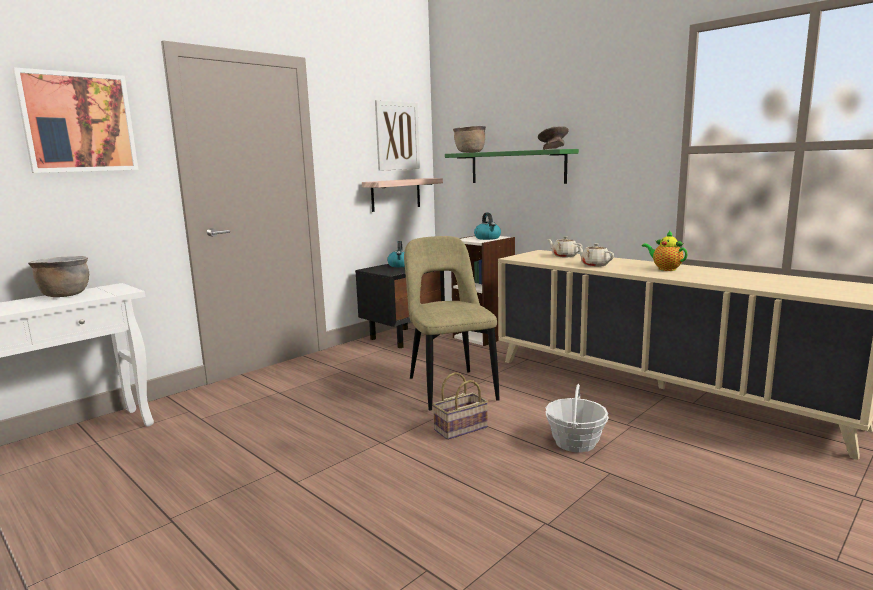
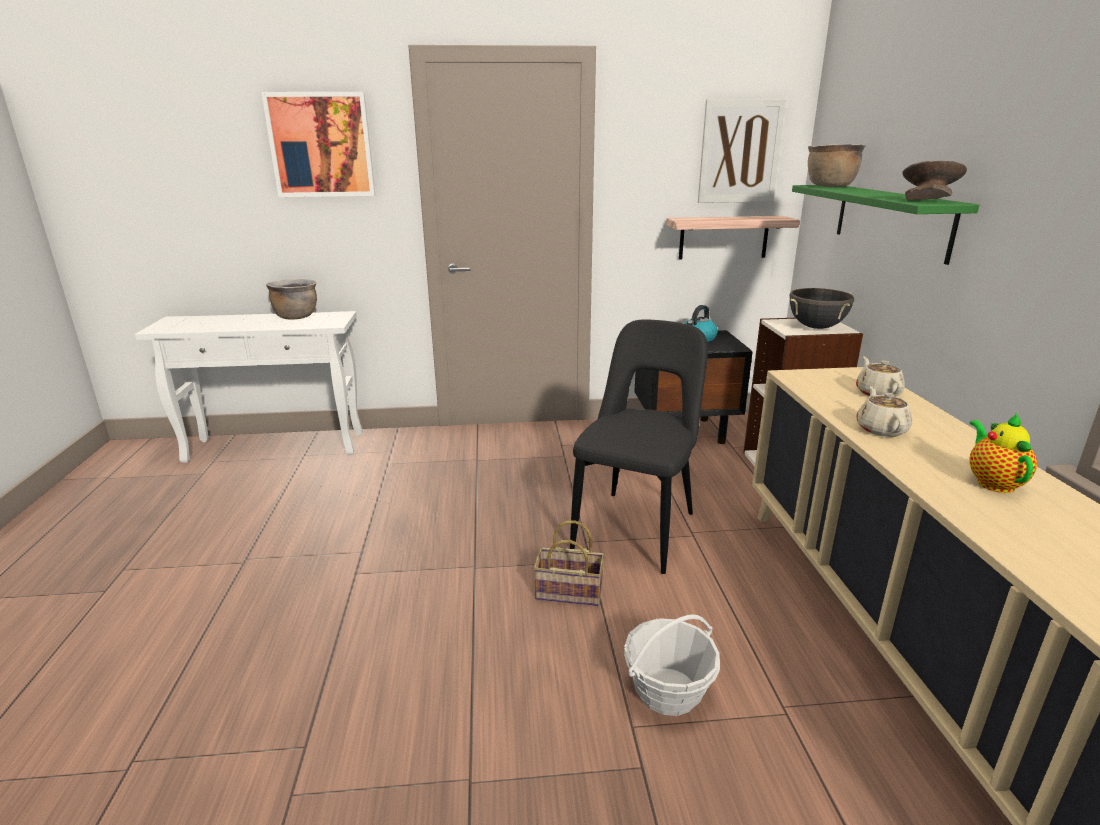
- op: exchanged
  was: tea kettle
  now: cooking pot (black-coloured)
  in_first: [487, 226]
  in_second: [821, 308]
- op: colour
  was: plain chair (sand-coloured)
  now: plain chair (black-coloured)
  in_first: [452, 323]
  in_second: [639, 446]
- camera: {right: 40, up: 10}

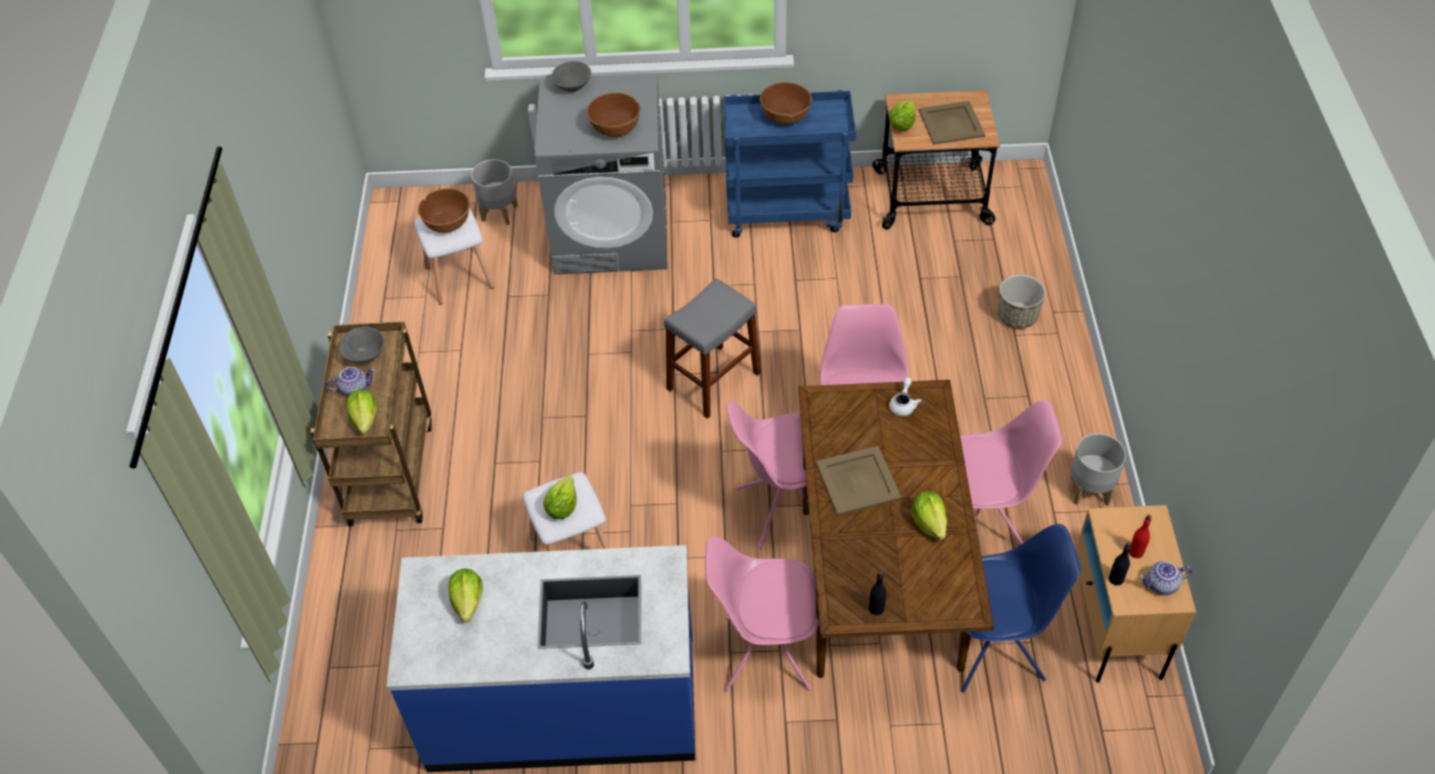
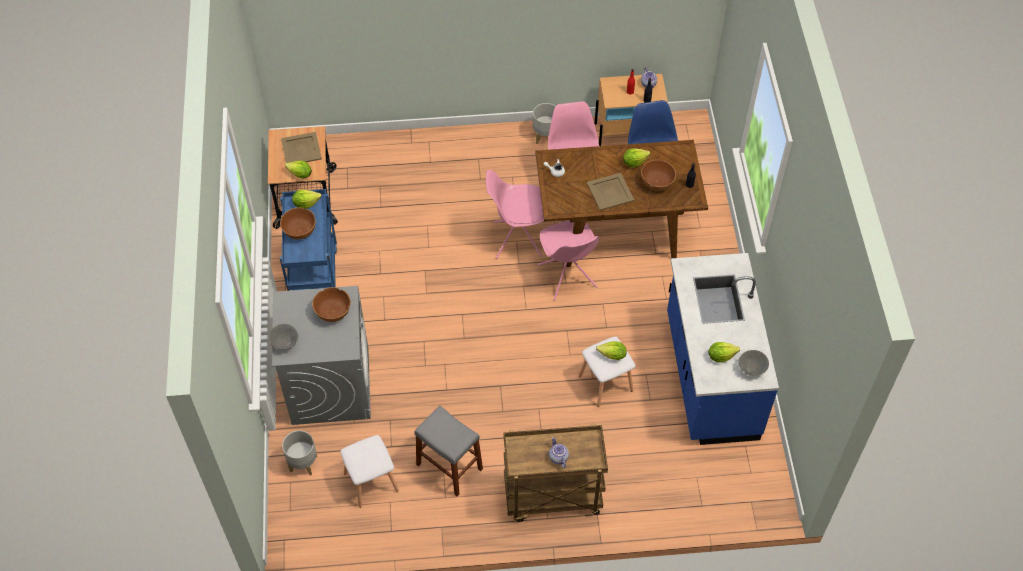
- op: relocated
  was: serving bowl (brownish)
  in_first: [444, 210]
  in_second: [658, 175]
- op: missing
  was: flower pot
  in_first: [1022, 301]
- op: relocated
  was: stool seat (gray)
  in_first: [712, 348]
  in_second: [448, 451]
- op: relocated
  was: serving bowl (gray)
  in_first: [362, 345]
  in_second: [753, 363]
- op: relocated
  was: lettuce
  in_first: [361, 411]
  in_second: [307, 199]
- op: missing
  was: plain chair (pink)
  in_first: [762, 614]
- camera: {right: -95, up: 5}

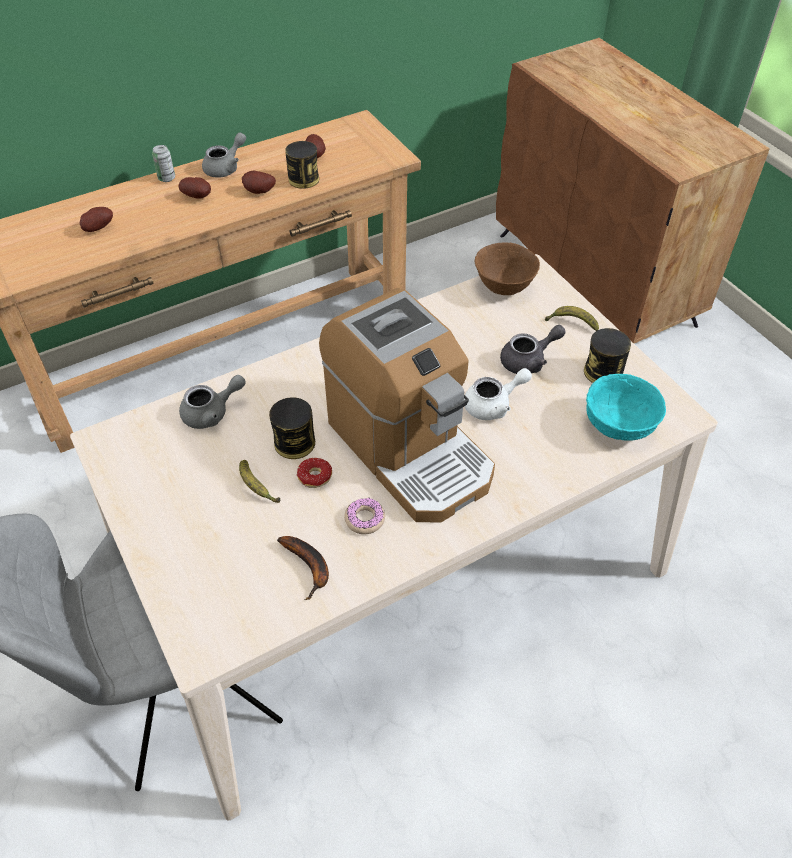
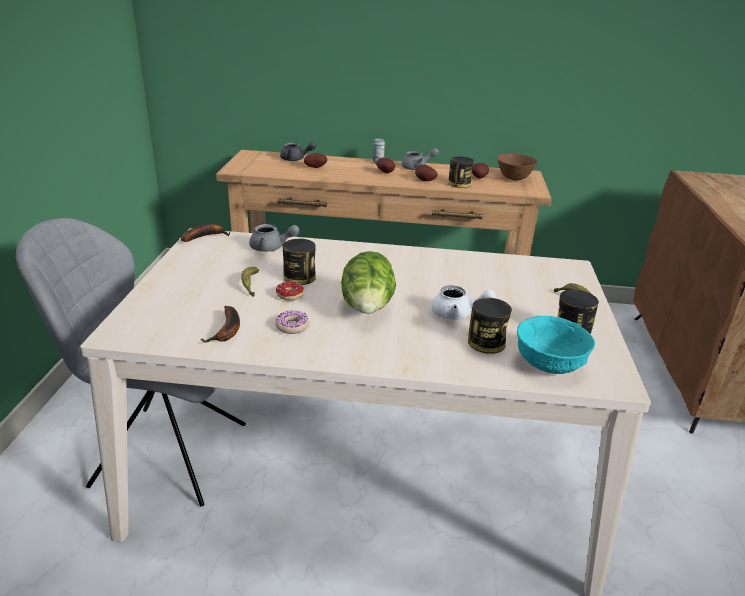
- op: relocated
  was: serving bowl (brownish)
  in_first: [507, 268]
  in_second: [517, 167]
- op: exchanged
  was: coffee maker
  now: lettuce
  in_first: [407, 405]
  in_second: [368, 282]
- op: relocated
  was: pot for tea (gray)
  in_first: [532, 349]
  in_second: [298, 151]
- op: appeared
  now: banana fruit
  in_second: [205, 233]
- op: appeared
  now: metal can
  in_second: [490, 326]
- camera: {right: 35, up: -20}

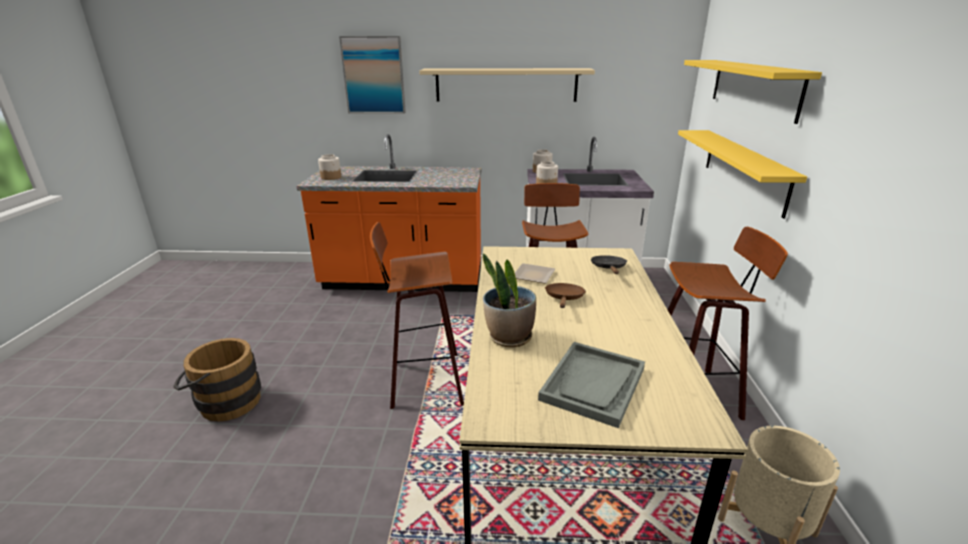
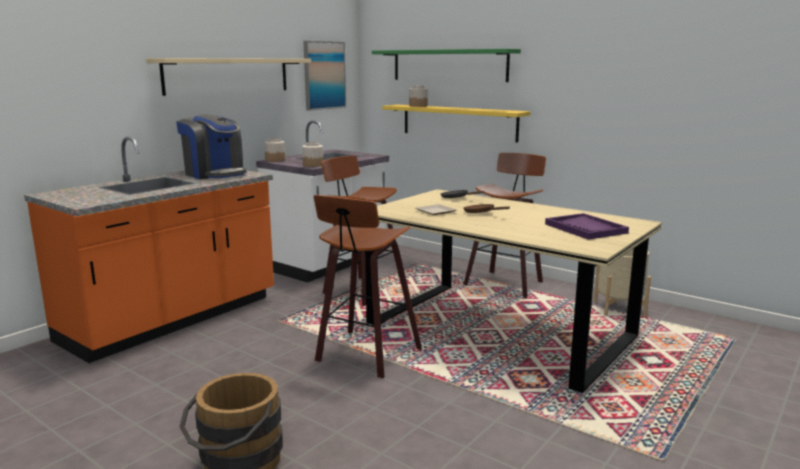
- op: relocated
  was: wall picture
  in_first: [372, 75]
  in_second: [324, 76]
- op: colour
  was: shelf (yellowish)
  now: shelf (greenish)
  in_first: [753, 92]
  in_second: [446, 65]
- op: relocated
  was: jar
  in_first: [329, 167]
  in_second: [418, 96]
- op: missing
  was: houseplant
  in_first: [509, 300]
- op: colour
  was: carrying tray (gray)
  now: carrying tray (purple)
  in_first: [591, 385]
  in_second: [587, 226]
- op: appeared
  now: coffee maker
  in_second: [211, 146]
- camera: {right: -55, up: -10}

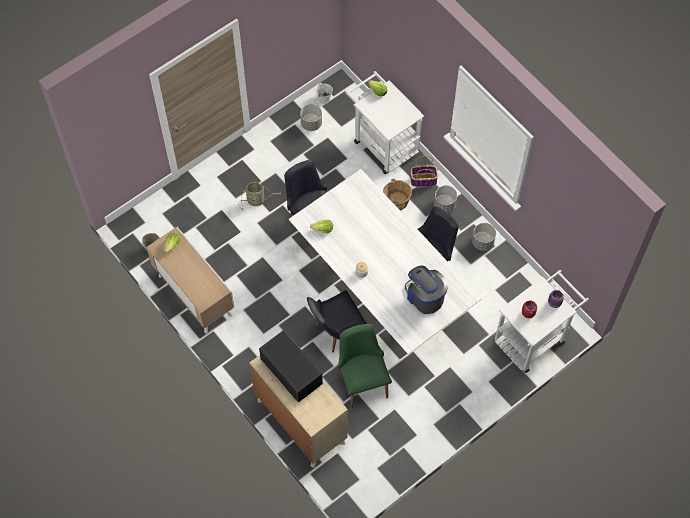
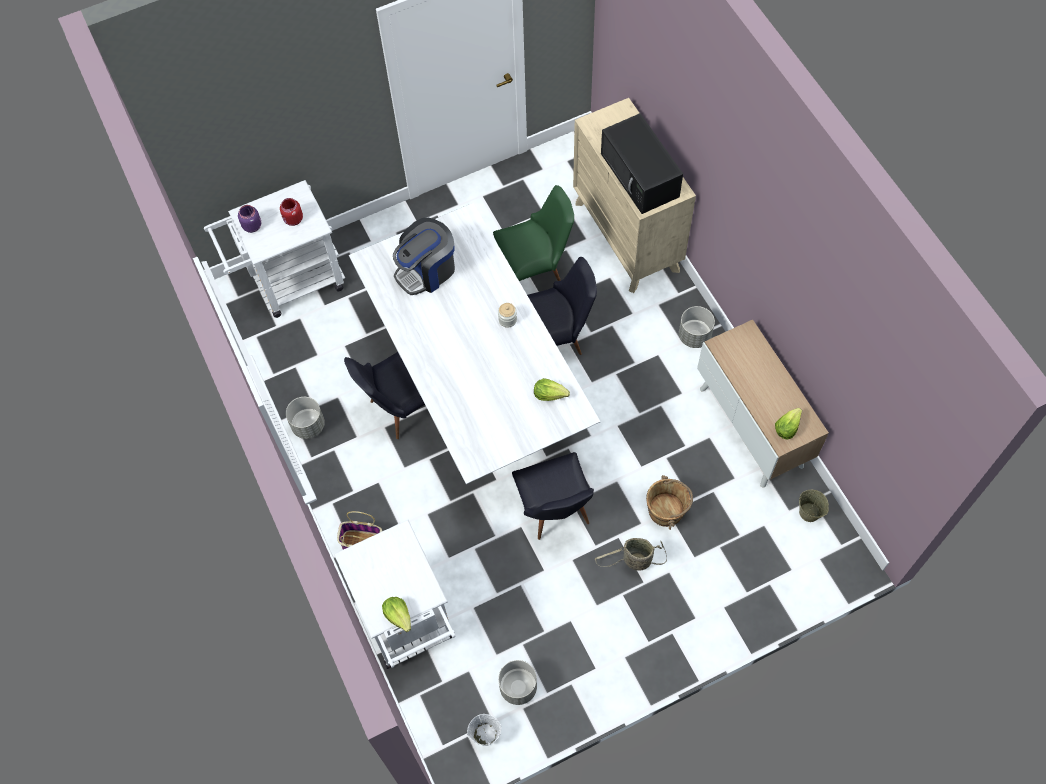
- op: relocated
  was: bucket (brownish)
  in_first: [397, 194]
  in_second: [669, 502]
- op: relocated
  was: flower pot (gray)
  in_first: [445, 199]
  in_second: [697, 327]
- op: spun
  was: coffee maker
  in_first: [426, 289]
  in_second: [424, 256]
  clockwise: 75
- op: spun
  was: plain chair (greenish)
  in_first: [365, 366]
  in_second: [533, 233]
  clockwise: -105
- camera: {right: -165, up: 0}

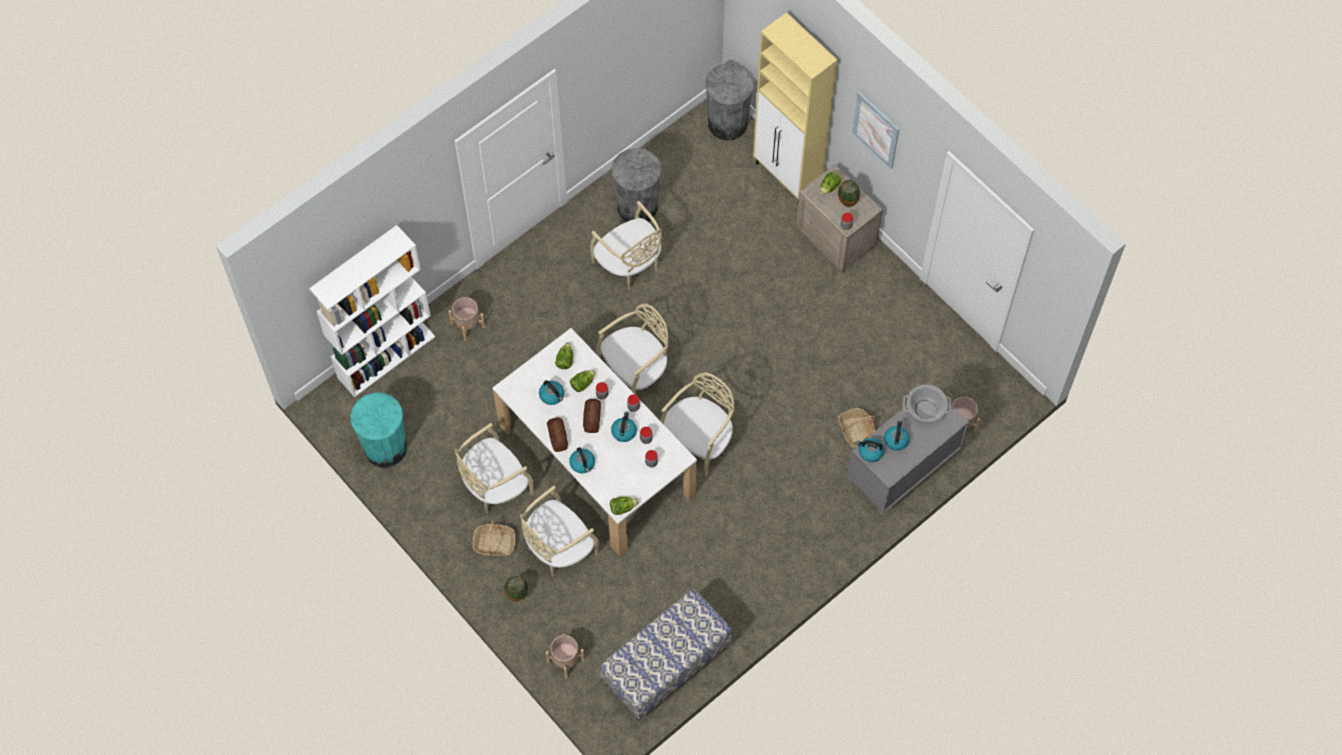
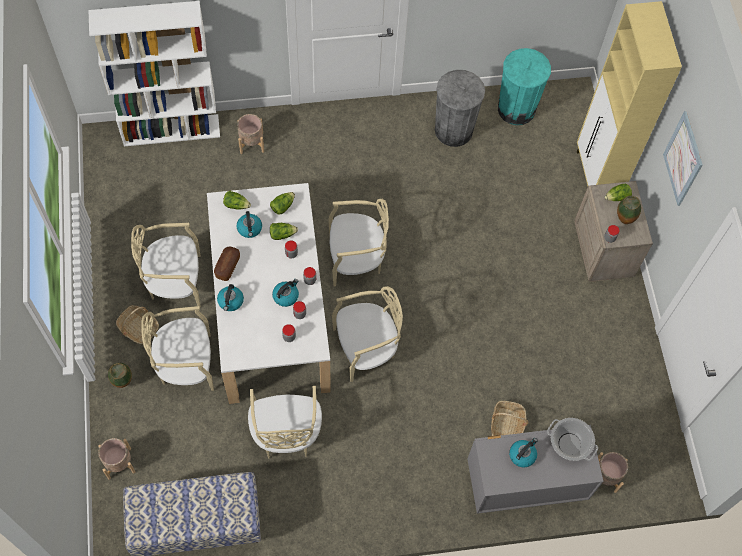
- op: missing
  was: rubbish bin (gray)
  in_first: [729, 102]
- op: relocated
  was: plain chair (sand-coloured)
  in_first: [626, 245]
  in_second: [285, 422]
- op: relocated
  was: rubbish bin (turquoise)
  in_first: [378, 430]
  in_second: [524, 86]
- op: missing
  was: bakery bread
  in_first: [592, 416]
- op: missing
  was: tea kettle
  in_first: [870, 450]
- op: relocated
  was: lettuce
  in_first: [624, 506]
  in_second: [237, 200]
- camera: {right: 30, up: 0}

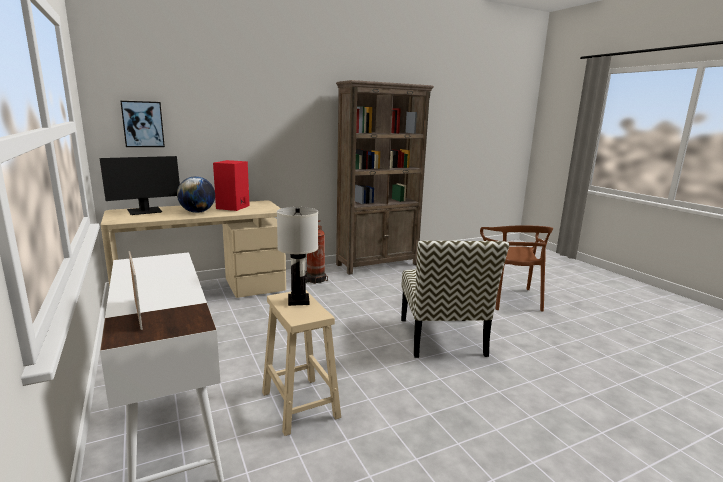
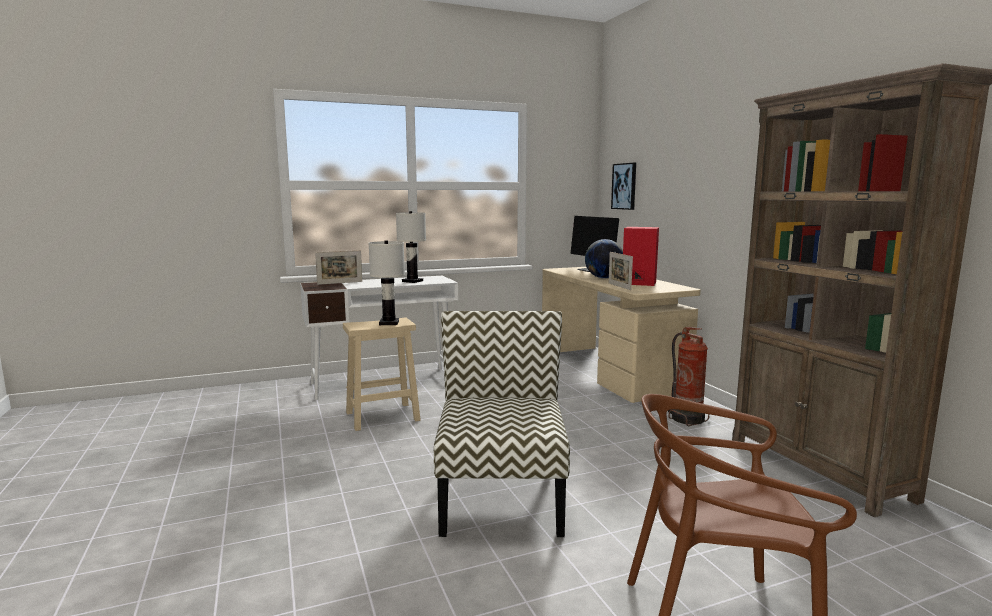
- op: spun
  was: plain chair
  in_first: [455, 299]
  in_second: [502, 424]
  clockwise: 90
- op: appeared
  now: tabletop lamp (white-coloured)
  in_second: [411, 247]
- op: appeared
  now: photo frame
  in_second: [621, 271]
- camera: {right: 95, up: -5}

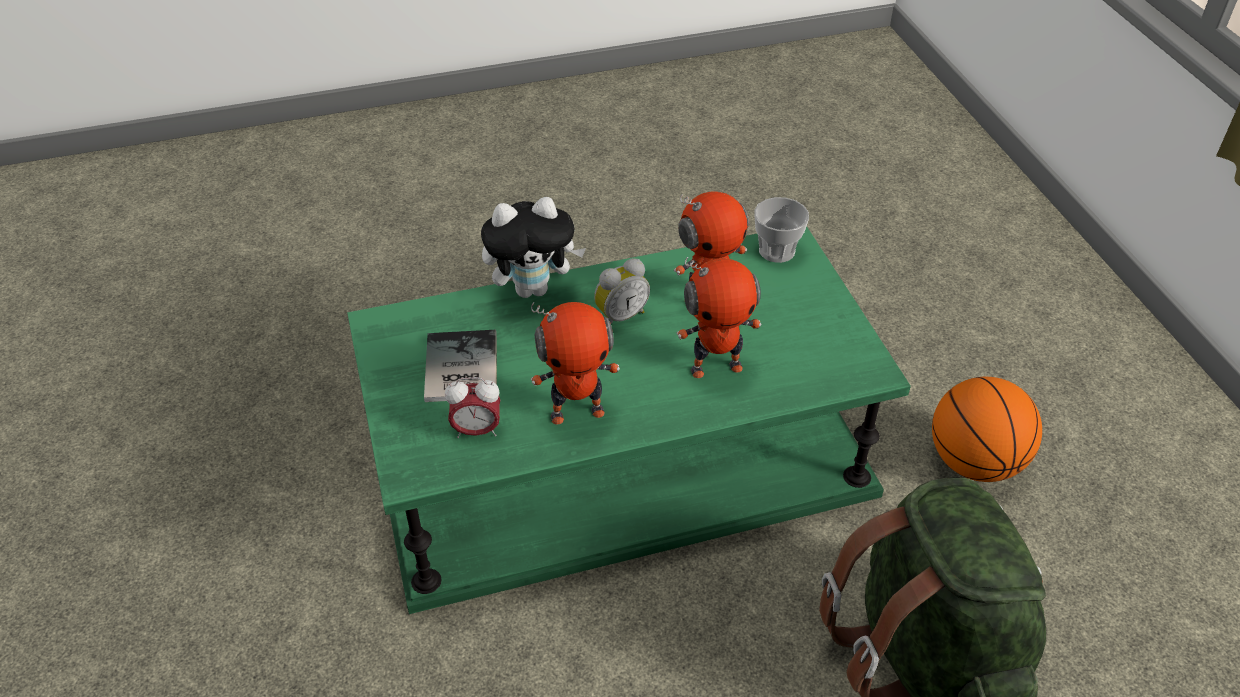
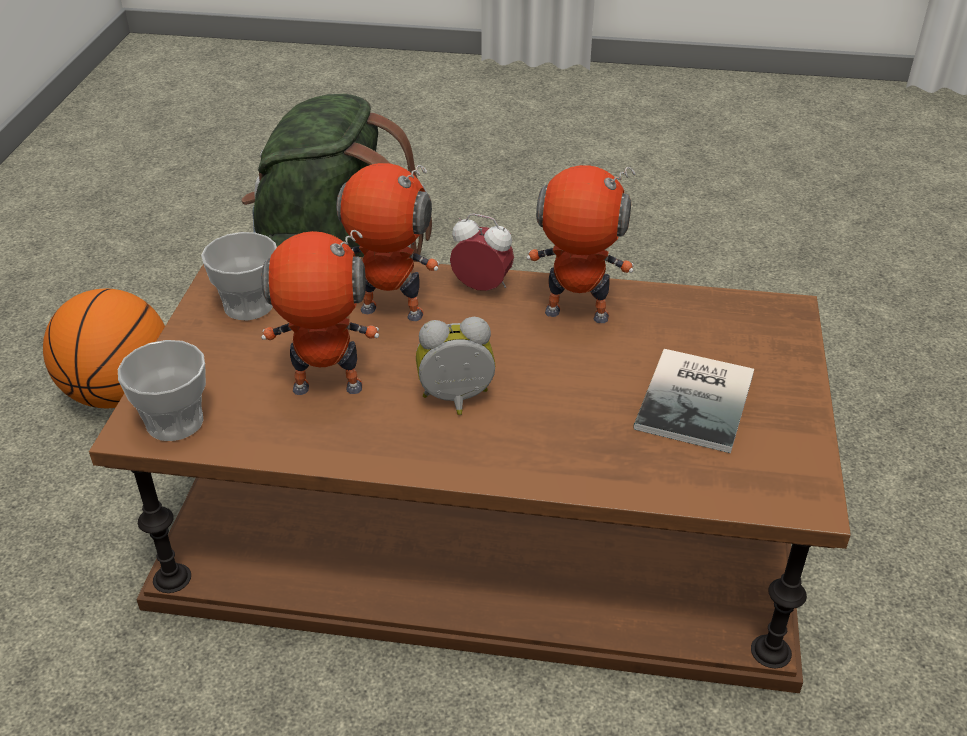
- op: missing
  was: plush toy
  in_first: [533, 247]
- op: colour
  was: coffee table (greenish)
  now: coffee table (brownish)
  in_first: [629, 420]
  in_second: [470, 475]
- op: relocated
  was: table clock
  in_first: [472, 407]
  in_second: [482, 252]
- op: appeared
  now: drinking cup
  in_second: [239, 276]
- camera: {right: -155, up: -5}

